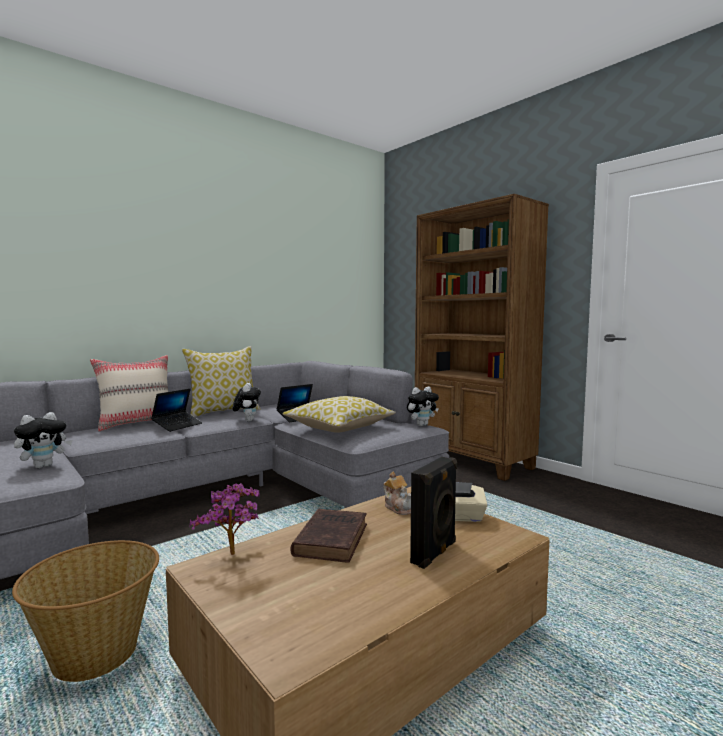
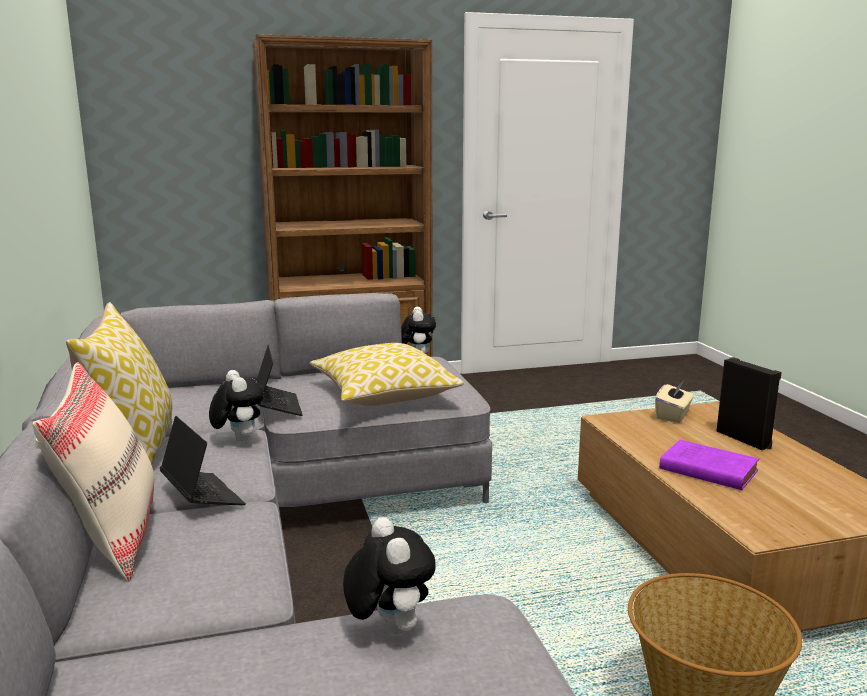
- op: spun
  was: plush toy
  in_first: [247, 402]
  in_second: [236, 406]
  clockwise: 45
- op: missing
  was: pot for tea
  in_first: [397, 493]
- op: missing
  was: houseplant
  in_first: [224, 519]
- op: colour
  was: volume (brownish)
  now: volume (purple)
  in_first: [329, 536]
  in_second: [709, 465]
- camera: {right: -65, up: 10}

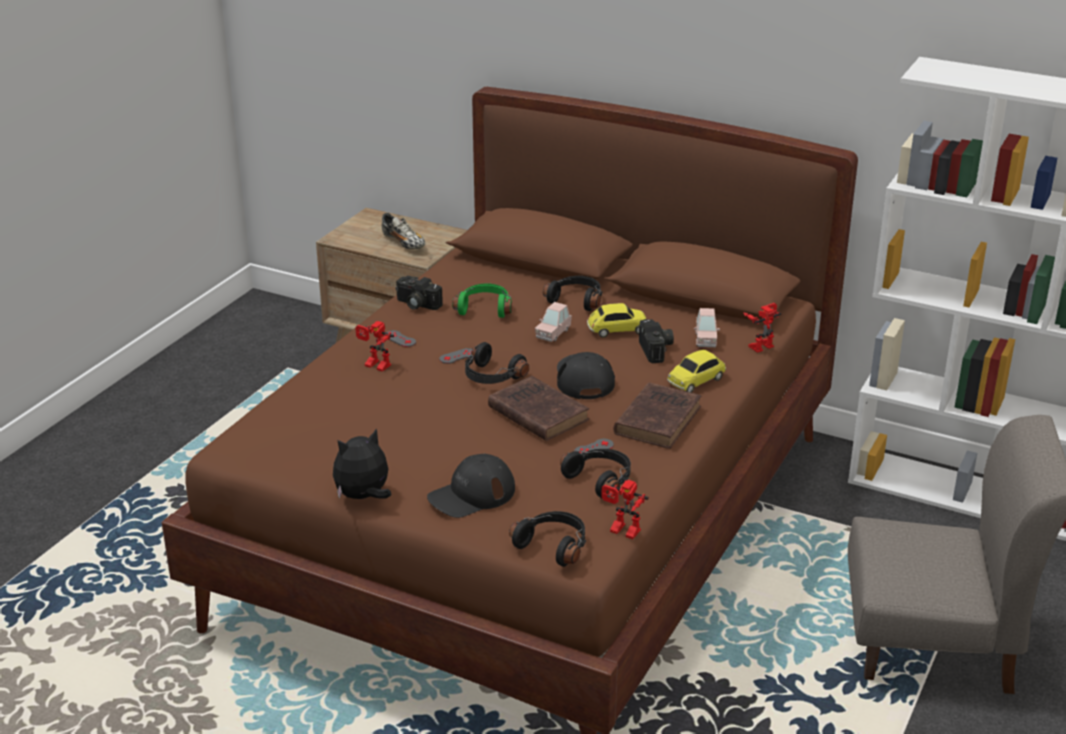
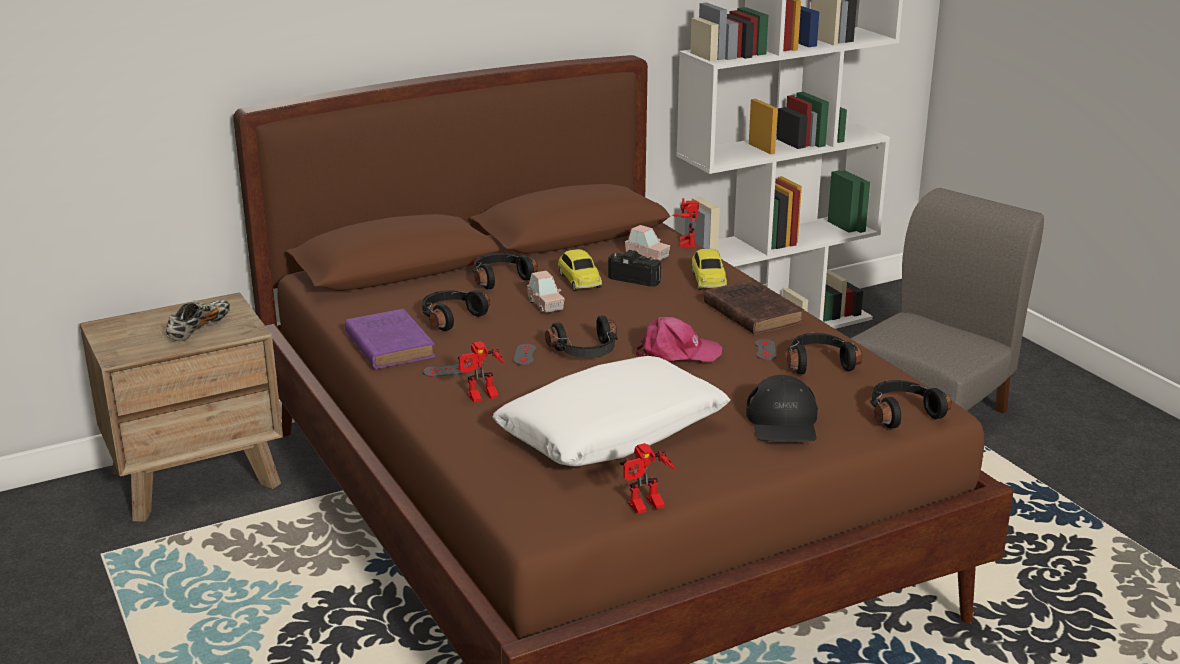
- op: spun
  was: item of footwear
  in_first: [403, 231]
  in_second: [198, 320]
  clockwise: -60
- op: exchanged
  was: still camera
  now: volume (purple)
  in_first: [419, 293]
  in_second: [390, 339]
- op: colour
  was: headset (greenish)
  now: headset (black-coloured)
  in_first: [482, 300]
  in_second: [456, 310]
- op: spun
  was: model car
  in_first: [616, 320]
  in_second: [580, 270]
  clockwise: 135
- op: missing
  was: baseball cap (black-coloured)
  in_first: [586, 375]
- op: exchanged
  was: volume (brownish)
  now: baseball cap (pink)
  in_first: [538, 408]
  in_second: [679, 339]
- op: missing
  was: plush toy
  in_first: [362, 463]
- op: relocated
  was: robot figure
  in_first: [625, 509]
  in_second: [647, 478]
- op: appeared
  now: cushion (white-coloured)
  in_second: [611, 411]
- camera: {right: -55, up: -5}

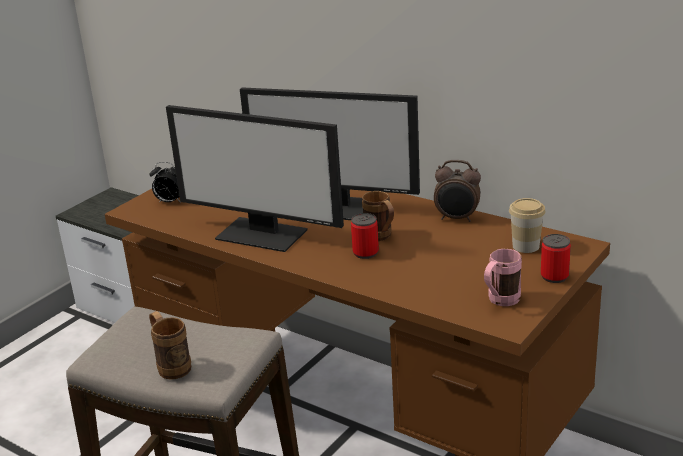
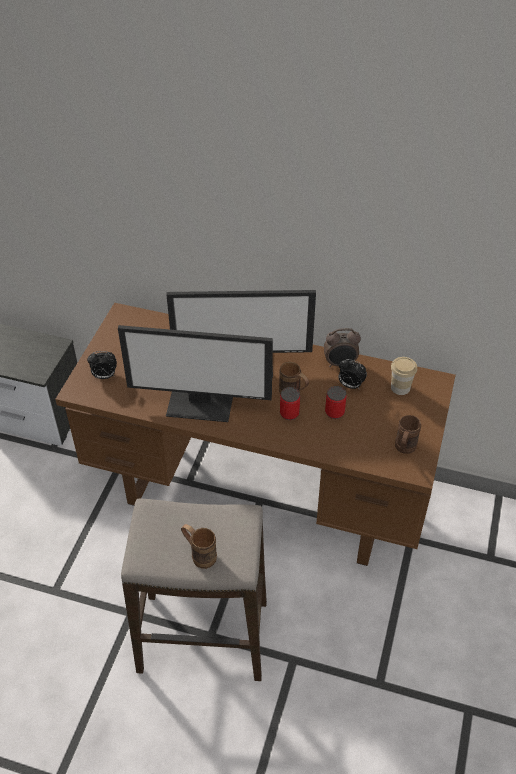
- op: relocated
  was: metal can
  in_first: [556, 258]
  in_second: [336, 402]
- op: colour
  was: coffee mug (pink)
  now: coffee mug (brownish)
  in_first: [503, 277]
  in_second: [408, 434]
- op: appeared
  now: table clock
  in_second: [352, 374]
- camera: {right: -20, up: 20}

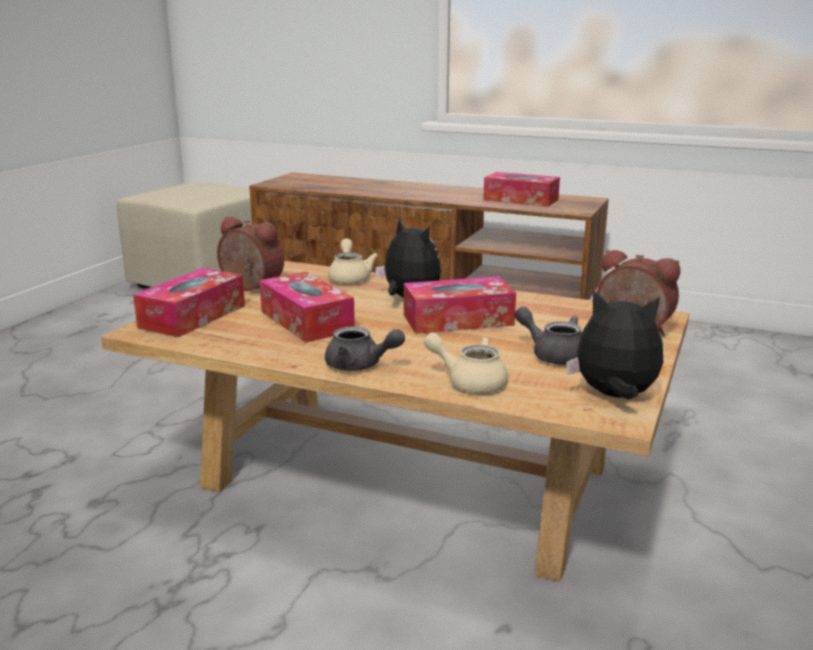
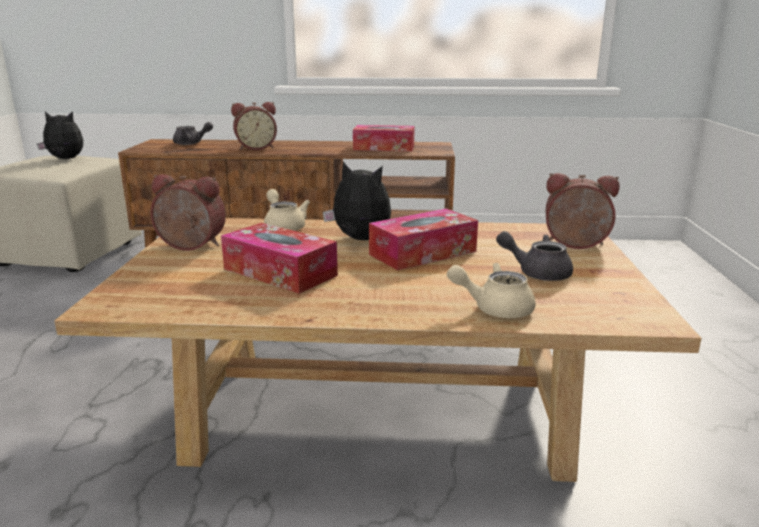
- op: missing
  was: tissue holder
  in_first: [189, 302]
- op: relocated
  was: plush toy
  in_first: [614, 345]
  in_second: [60, 135]
- op: relocated
  was: pot for tea (gray)
  in_first: [365, 348]
  in_second: [193, 133]
- op: appeared
  now: table clock
  in_second: [254, 126]
- camera: {right: -20, up: 0}

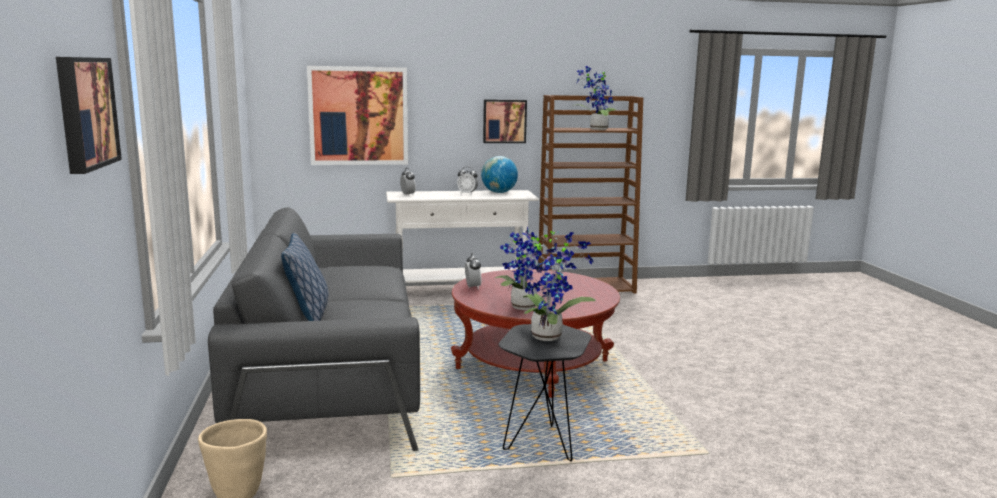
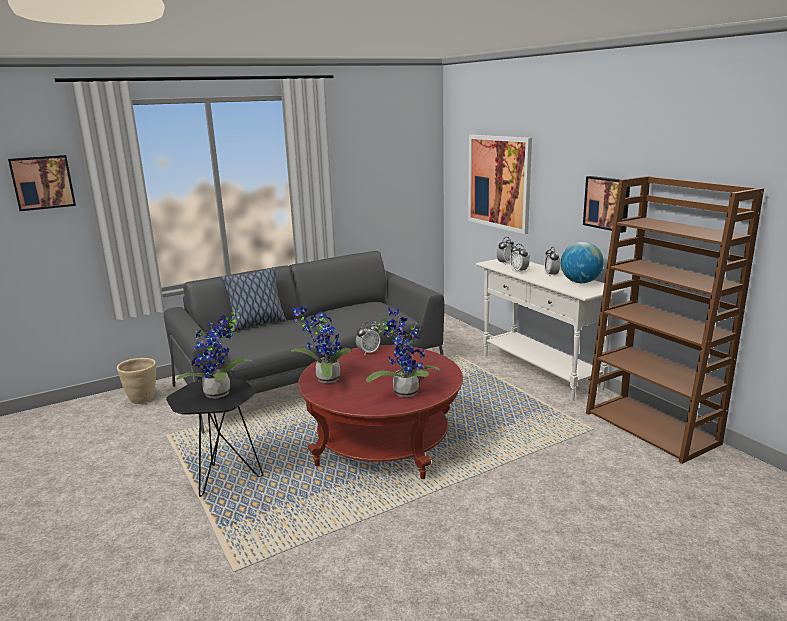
- op: relocated
  was: houseplant
  in_first: [594, 98]
  in_second: [403, 352]
- op: appeared
  now: table clock
  in_second: [519, 258]
- camera: {right: 70, up: 5}

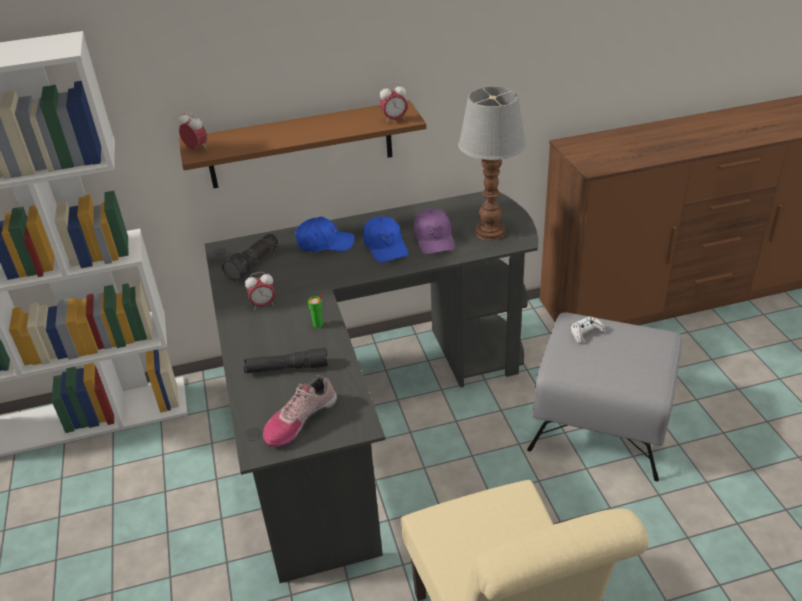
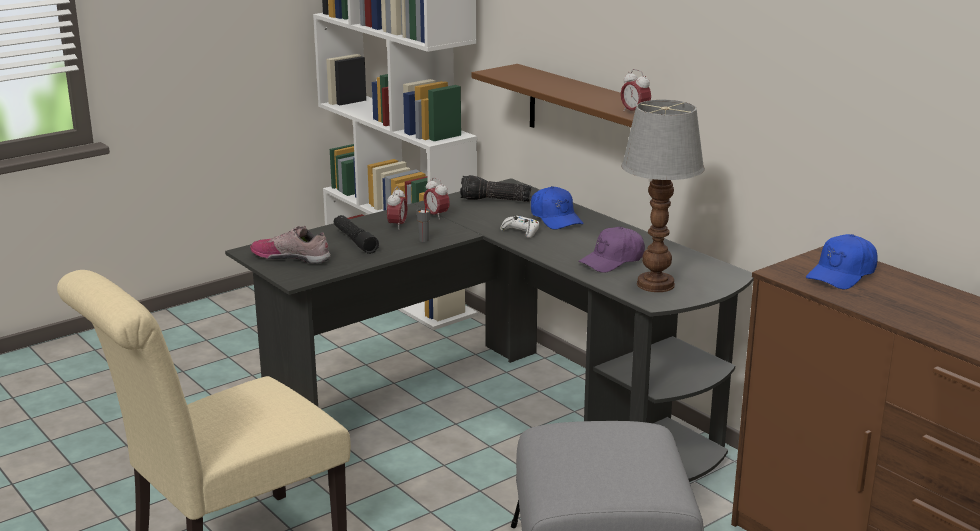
- op: relocated
  was: table clock
  in_first: [192, 130]
  in_second: [397, 208]
- op: relocated
  was: baseball cap (bluish)
  in_first: [385, 239]
  in_second: [841, 262]
- op: colour
  was: drinking cup (greenish)
  now: drinking cup (gray)
  in_first: [315, 309]
  in_second: [423, 222]
- op: relocated
  was: game controller (white-coloured)
  in_first: [587, 329]
  in_second: [519, 227]
- camera: {right: 65, up: -15}

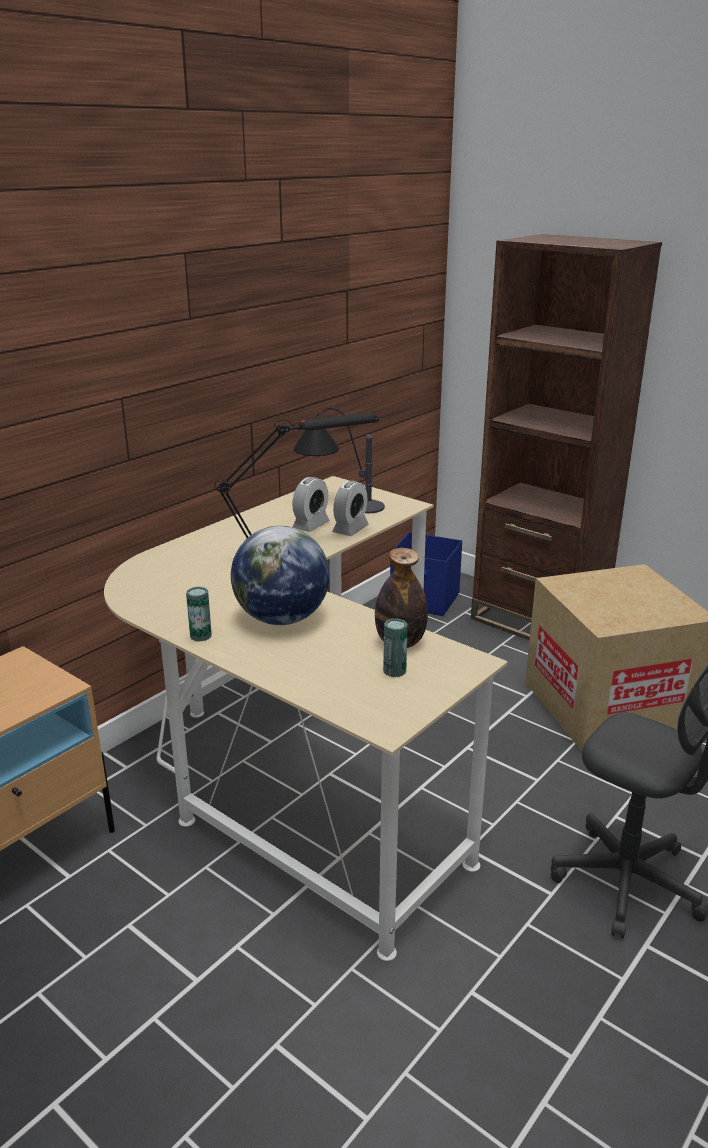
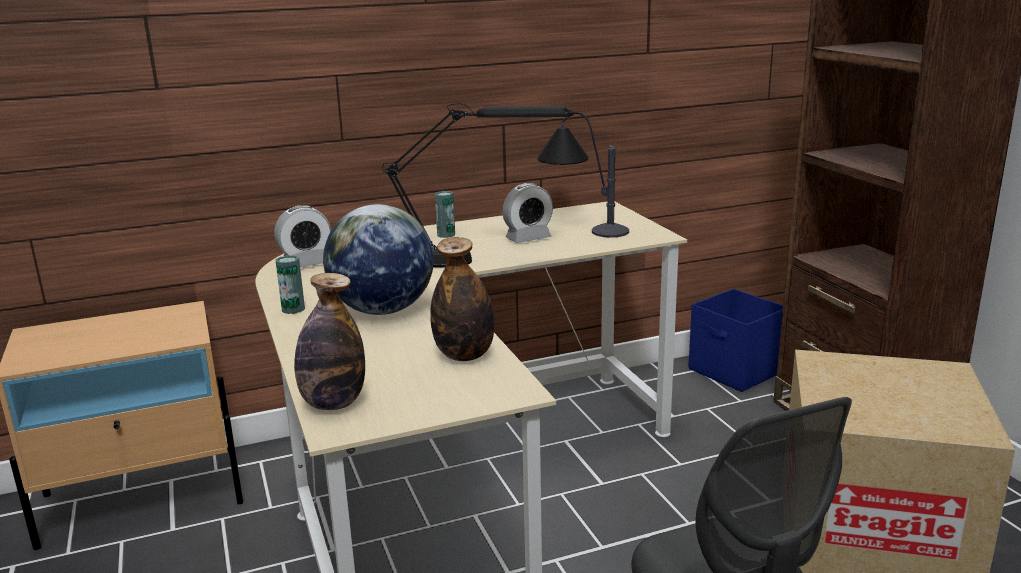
- op: relocated
  was: table clock
  in_first: [350, 508]
  in_second: [302, 236]
- op: relocated
  was: metal can
  in_first: [395, 647]
  in_second: [445, 214]
- op: appeared
  now: drink bottle
  in_second: [329, 341]
- camera: {right: 30, up: -5}

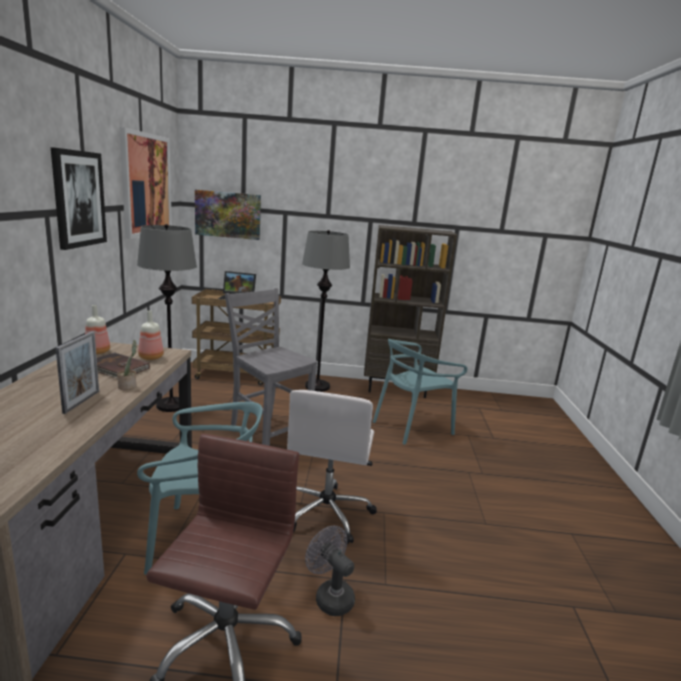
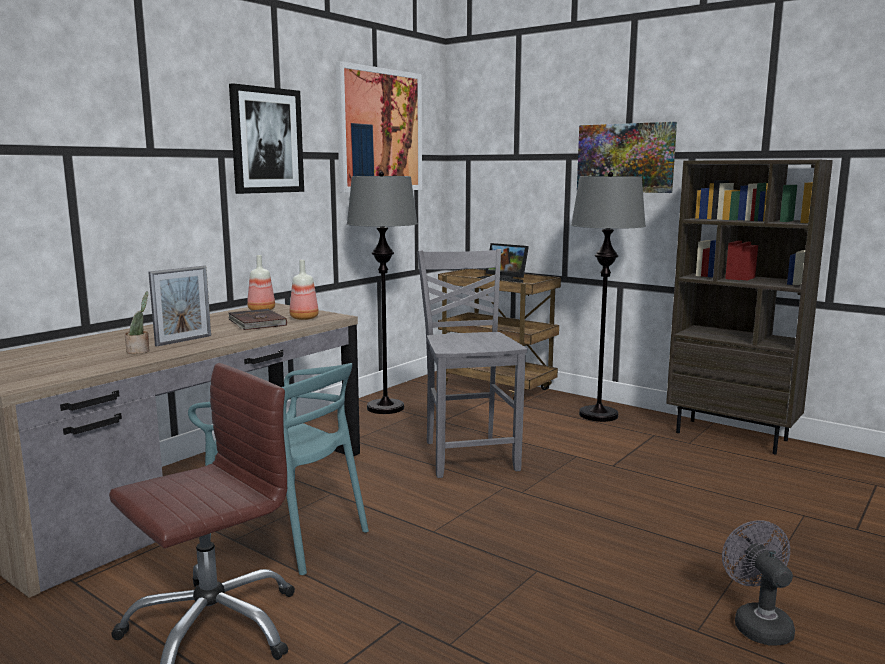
- op: relocated
  was: wall picture
  in_first: [228, 215]
  in_second: [627, 157]
- op: missing
  was: plain chair (turquoise)
  in_first: [420, 392]
- op: relocated
  was: houseplant
  in_first: [126, 365]
  in_second: [137, 322]
- op: missing
  was: office chair (white-coloured)
  in_first: [332, 467]
- op: relocated
  was: cooling fan (gray)
  in_first: [330, 571]
  in_second: [758, 582]
- camera: {right: 35, up: -5}

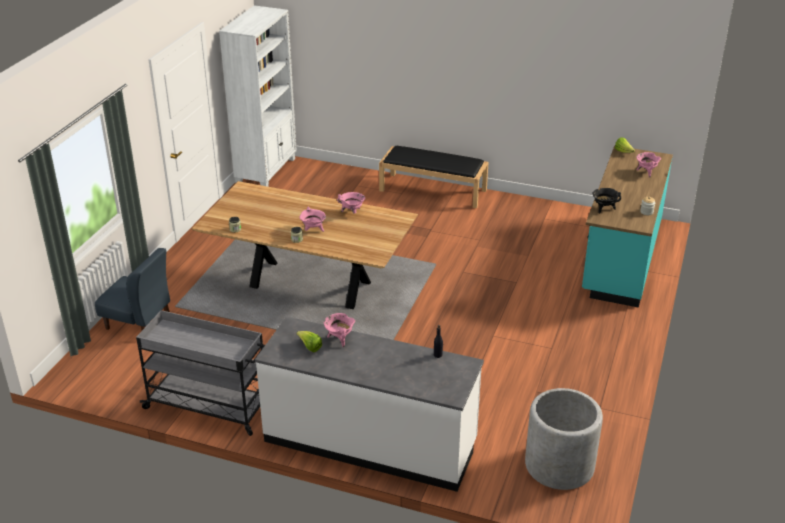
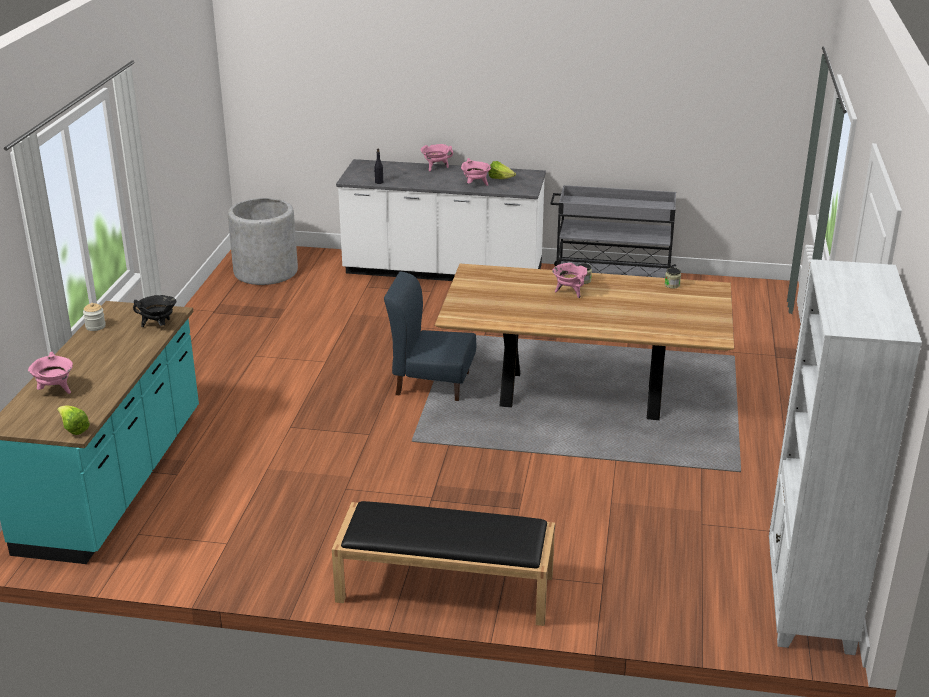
- op: relocated
  was: cooking pot (pink)
  in_first: [351, 202]
  in_second: [437, 157]
- op: relocated
  was: plain chair (bluish)
  in_first: [132, 289]
  in_second: [430, 336]
- camera: {right: 170, up: -5}

